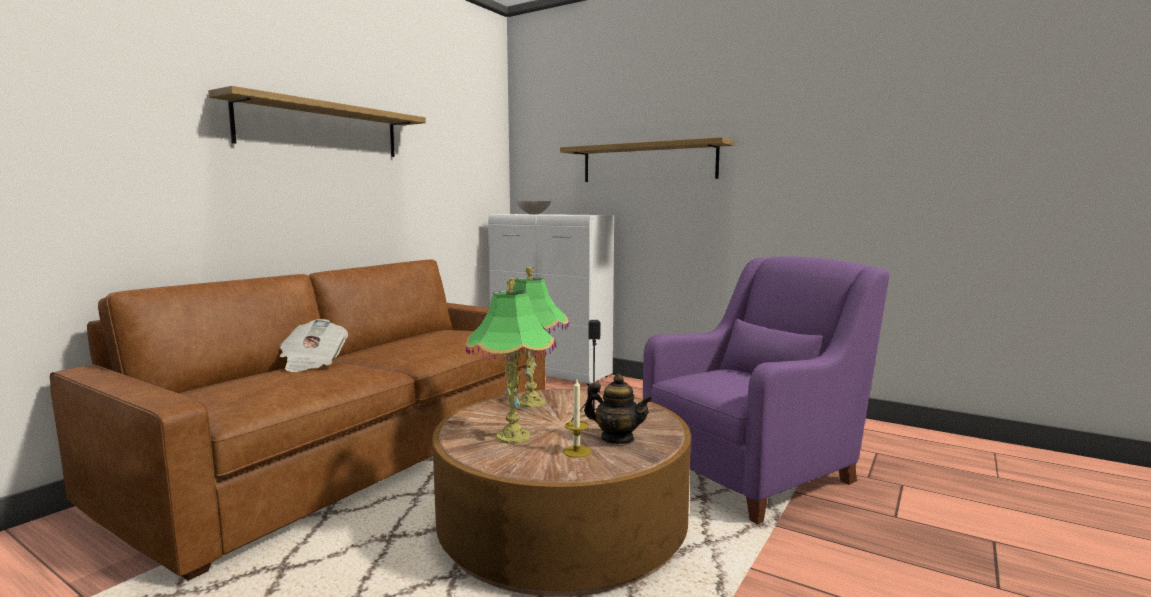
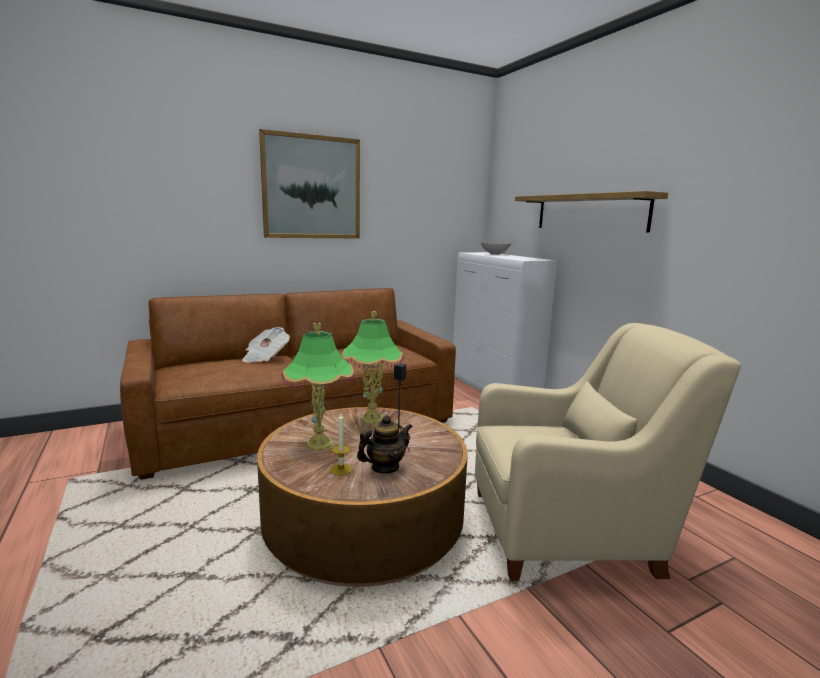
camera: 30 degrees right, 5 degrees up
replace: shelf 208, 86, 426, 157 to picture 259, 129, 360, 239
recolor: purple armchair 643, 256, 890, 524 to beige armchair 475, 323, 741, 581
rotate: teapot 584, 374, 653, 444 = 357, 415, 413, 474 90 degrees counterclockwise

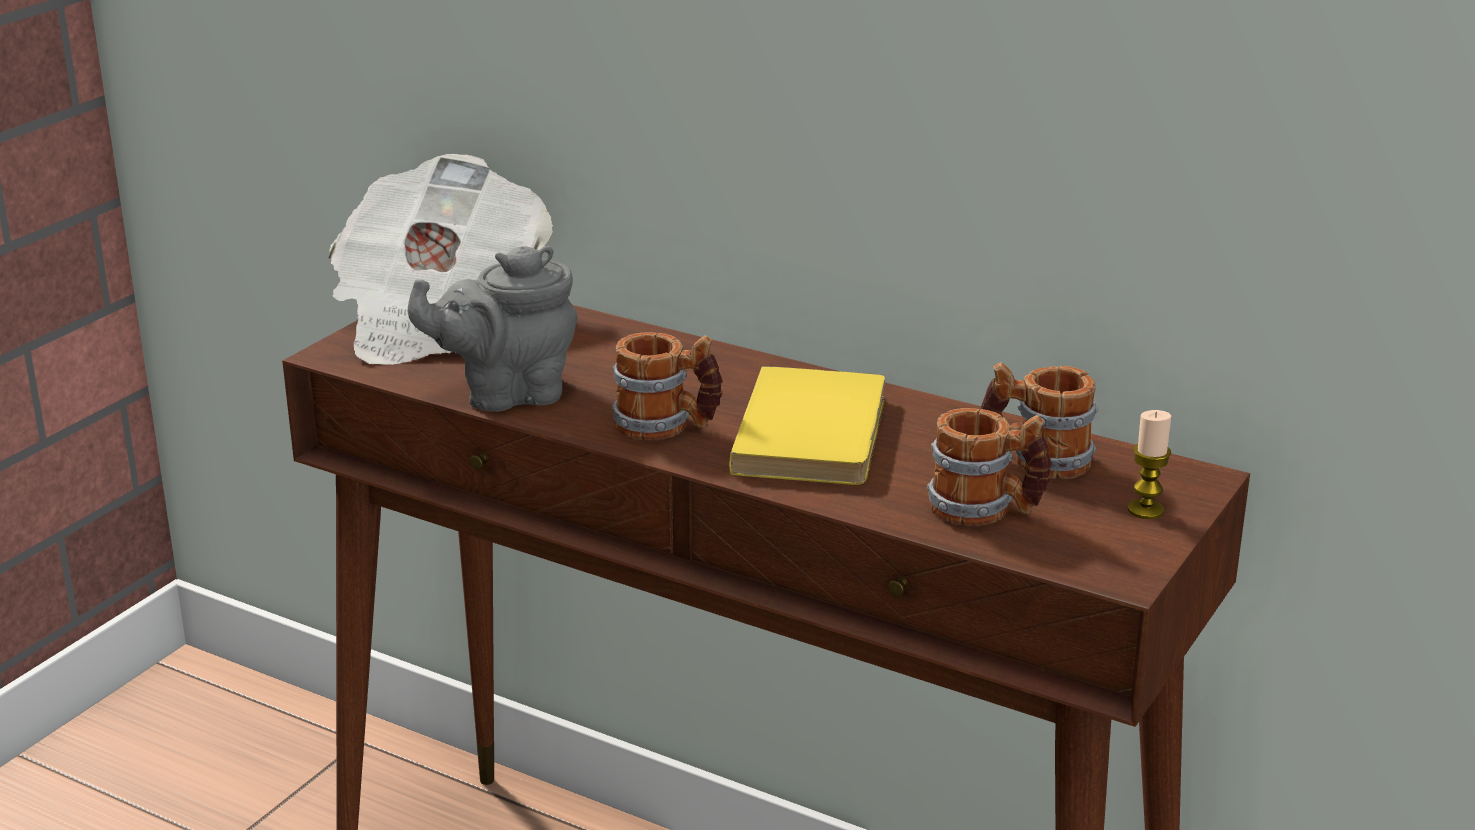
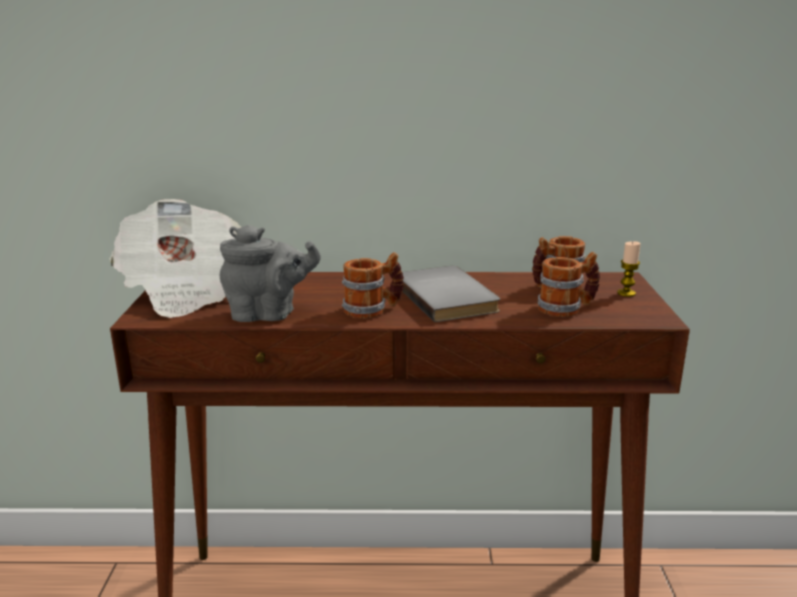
camera: 30 degrees left, 5 degrees down
recolor: yellow book 729, 366, 885, 485 to grey book 402, 266, 500, 322
rotate: grey teapot 408, 246, 578, 412 = 220, 225, 321, 322 135 degrees counterclockwise

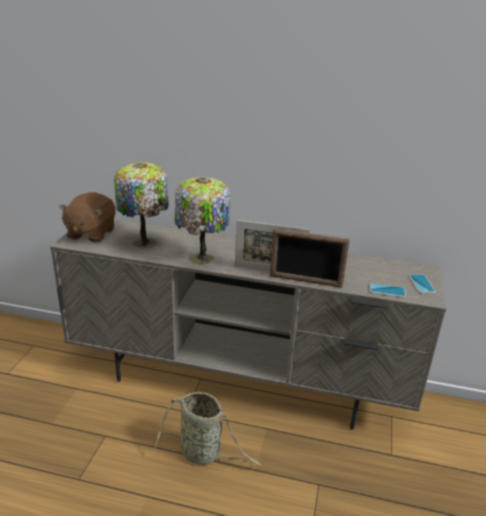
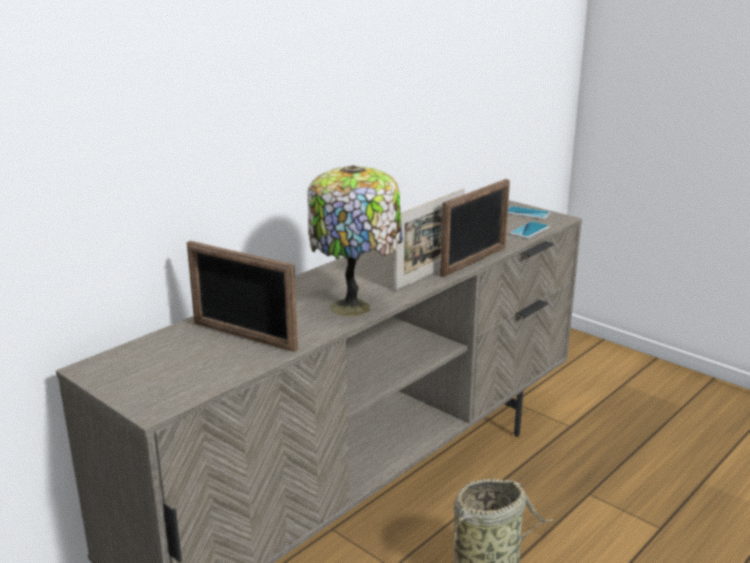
camera: 60 degrees left, 5 degrees down
delete: brown plush toy 59, 192, 116, 243
replace: table lamp 114, 162, 169, 249 to picture frame 187, 241, 298, 352

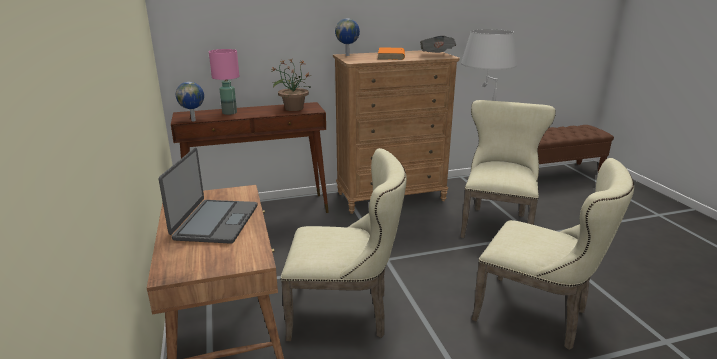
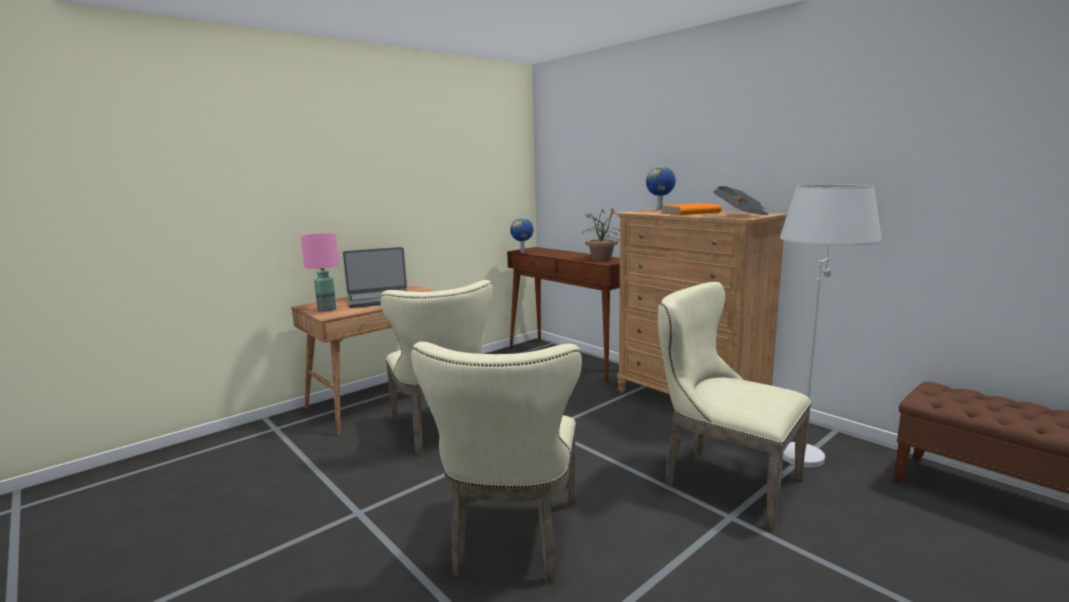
camera: 65 degrees right, 10 degrees down
move: pink table lamp 209, 49, 239, 115 to 301, 233, 339, 311
rotate: beige chair 460, 100, 556, 238 = 658, 282, 812, 530 135 degrees counterclockwise

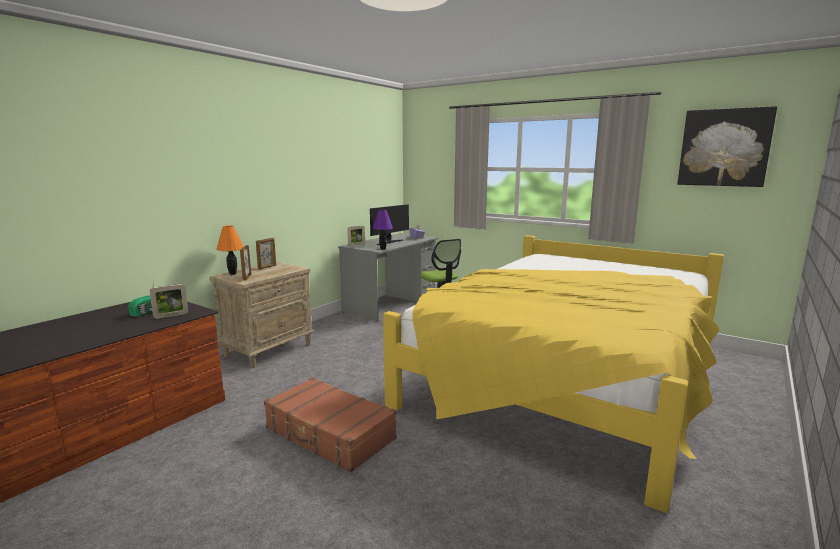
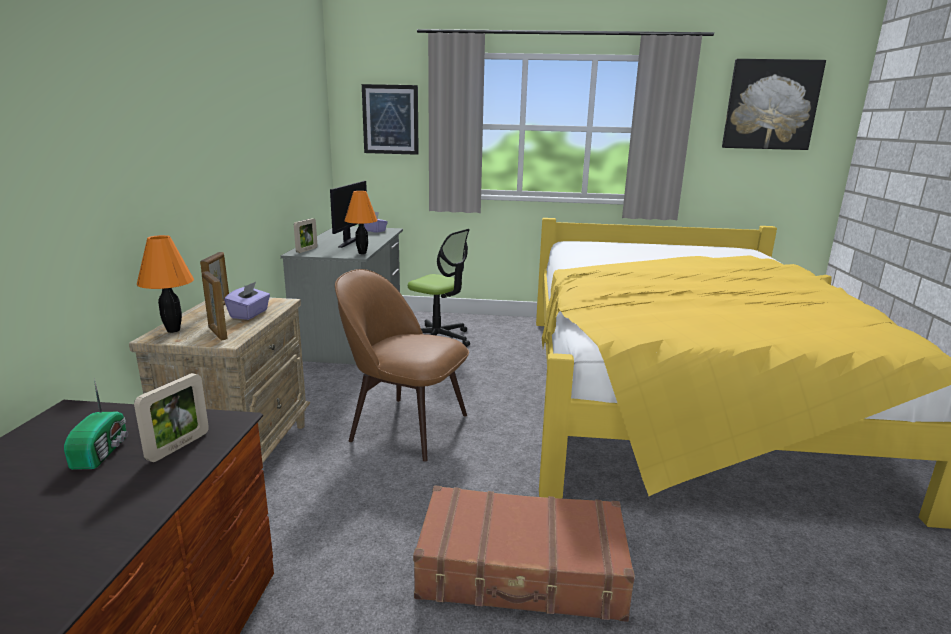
camera: 30 degrees left, 5 degrees up
insert: picture 362, 84, 419, 155; brown chair 335, 269, 469, 461; purple tissue box 224, 282, 270, 320
recolor: purple table lamp 373, 210, 393, 250 to orange table lamp 344, 191, 378, 254

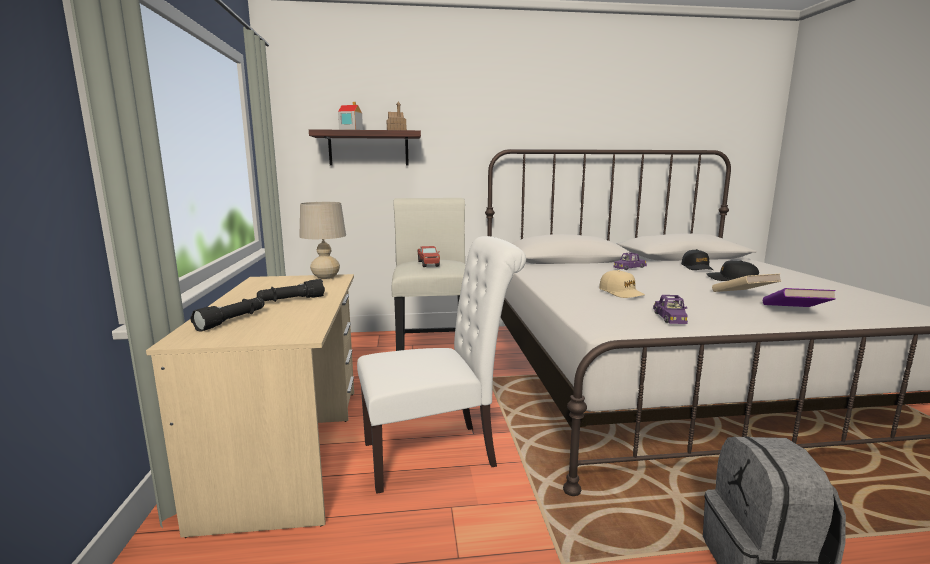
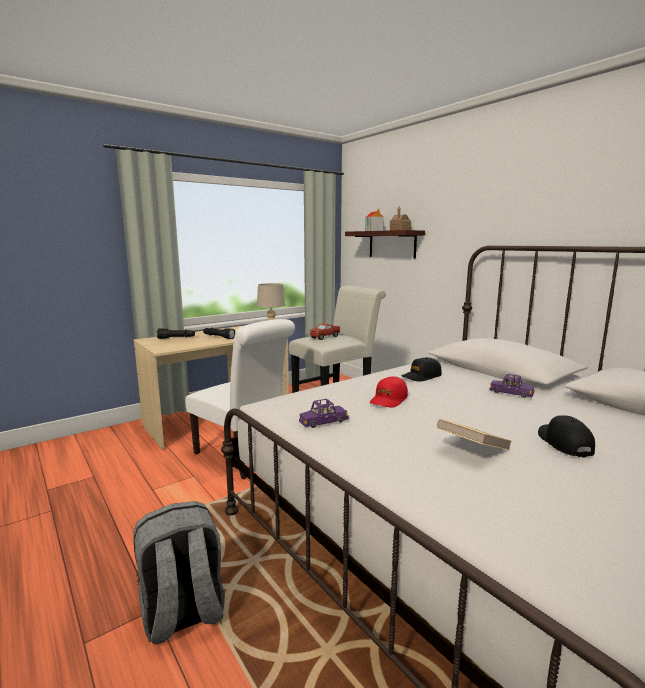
camera: 60 degrees right, 0 degrees up
delete: purple book 763, 288, 836, 307
move: black cap 681, 249, 713, 270 to 402, 357, 442, 382
recolor: beige cap 599, 270, 645, 298 to red cap 370, 376, 408, 407

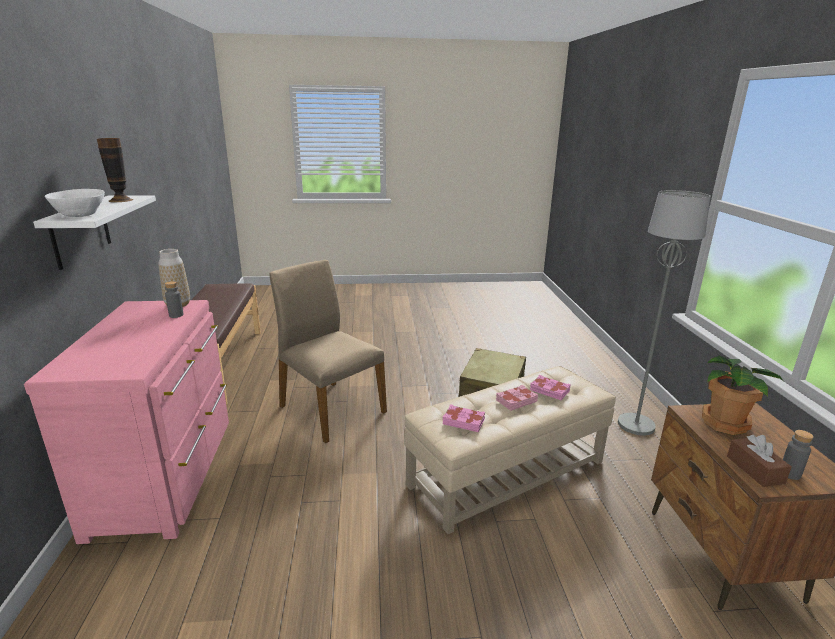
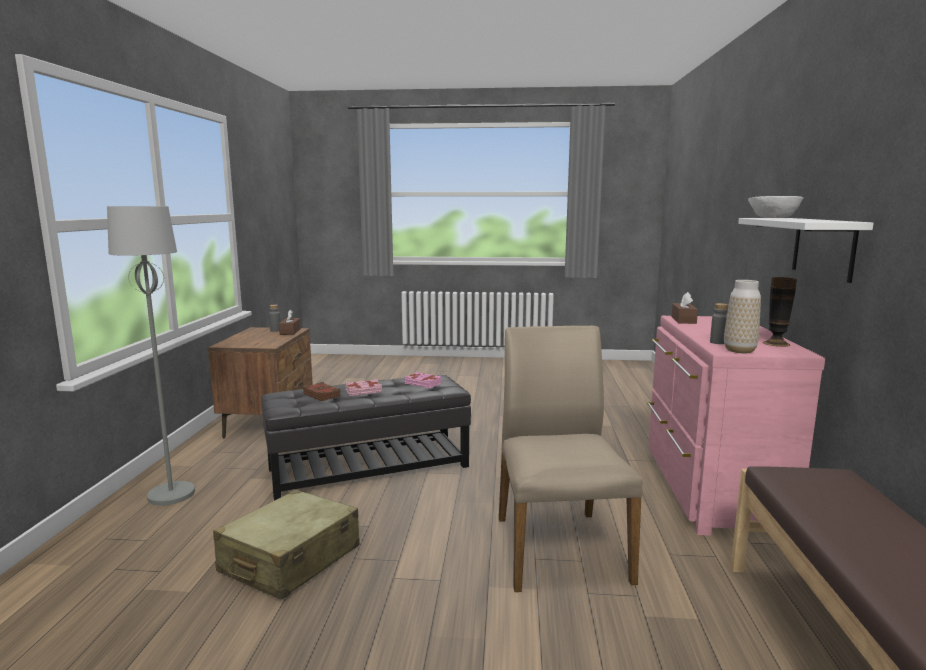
camera: 170 degrees left, 10 degrees down
delete: potted plant 702, 355, 783, 435
insert: brown tissue box 672, 292, 698, 324
move: vase 97, 138, 133, 202 to 763, 277, 797, 347
recolor: beige ottoman 404, 366, 616, 534 to black ottoman 261, 375, 471, 500; pink book 530, 375, 571, 400 to brown book 303, 382, 341, 401
rotate: beige chair 269, 260, 387, 443 = 499, 326, 642, 592 150 degrees counterclockwise

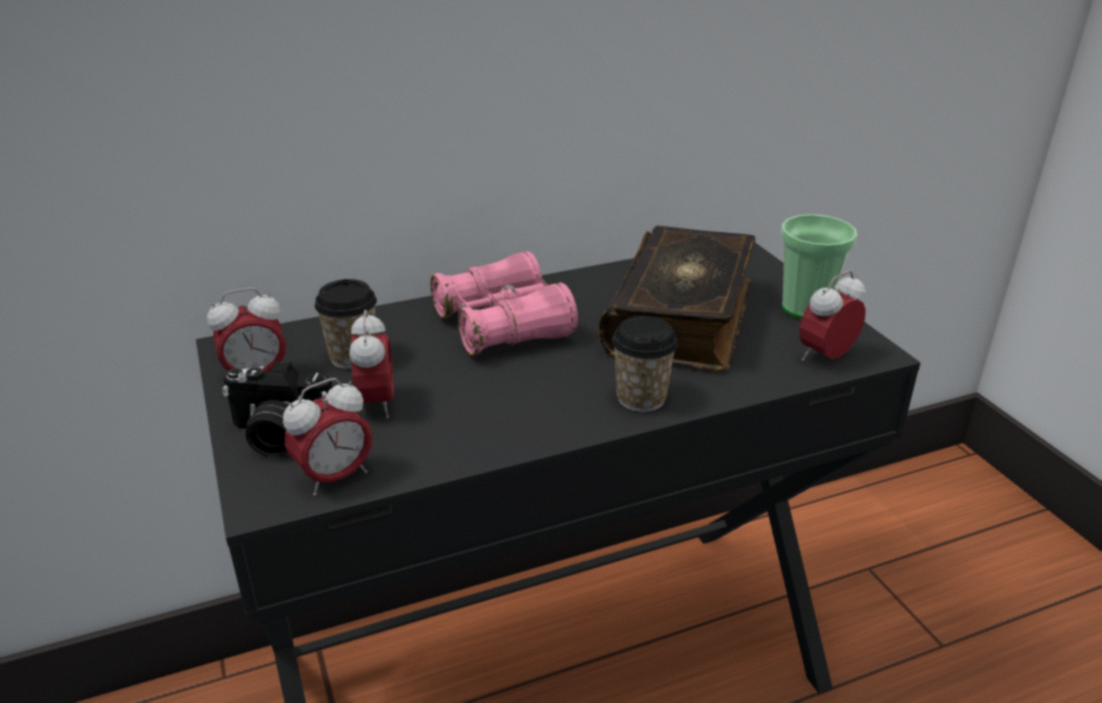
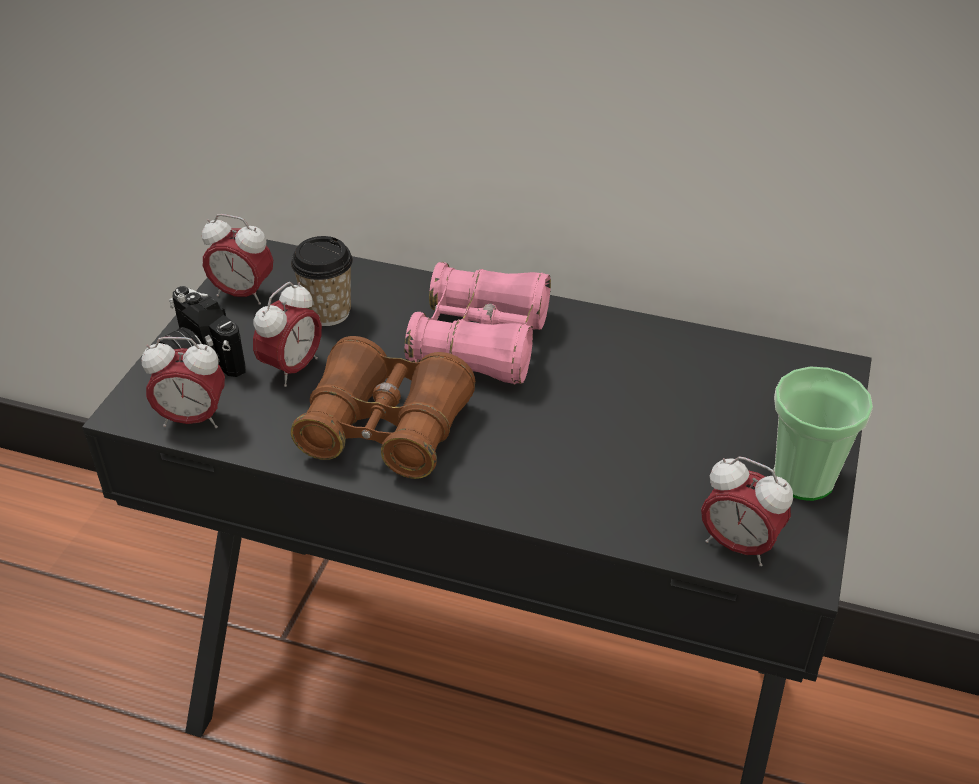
camera: 40 degrees right, 10 degrees up
delete: book 599, 226, 756, 371; cup 612, 316, 678, 412
insert: brown binoculars 291, 336, 475, 479
rotate: alarm clock 799, 271, 866, 361 = 701, 456, 793, 566 150 degrees counterclockwise

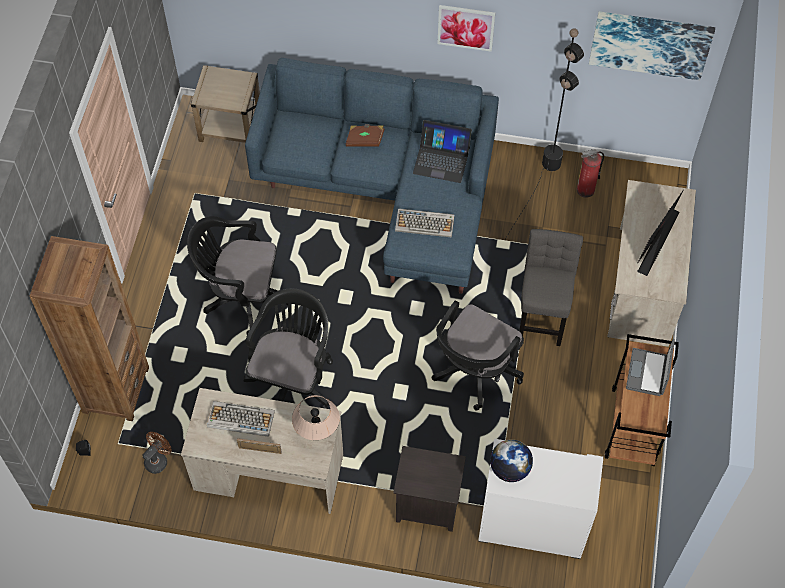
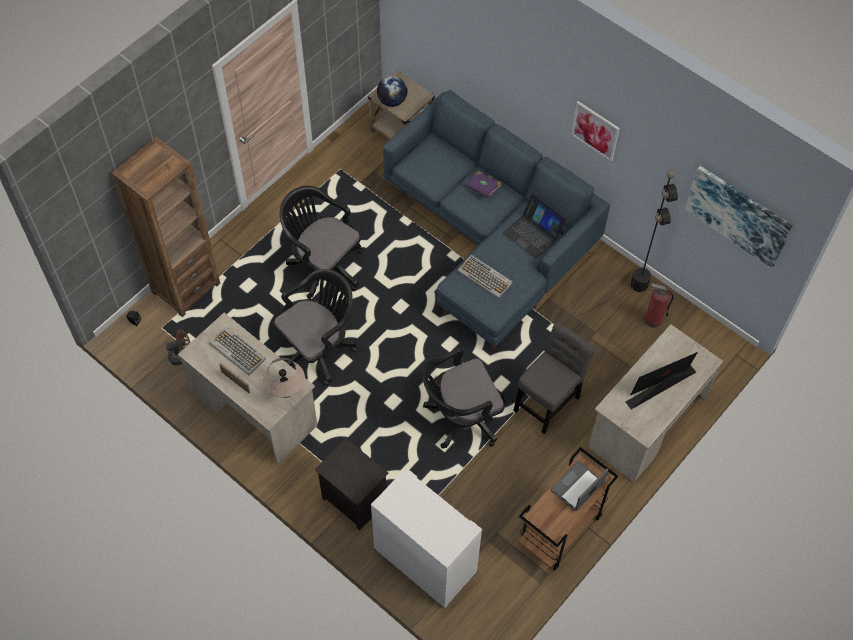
camera: 30 degrees right, 0 degrees up
move: globe 490, 439, 533, 482 to 377, 76, 408, 107
recolor: brown book 346, 124, 385, 147 to purple book 465, 171, 502, 198

